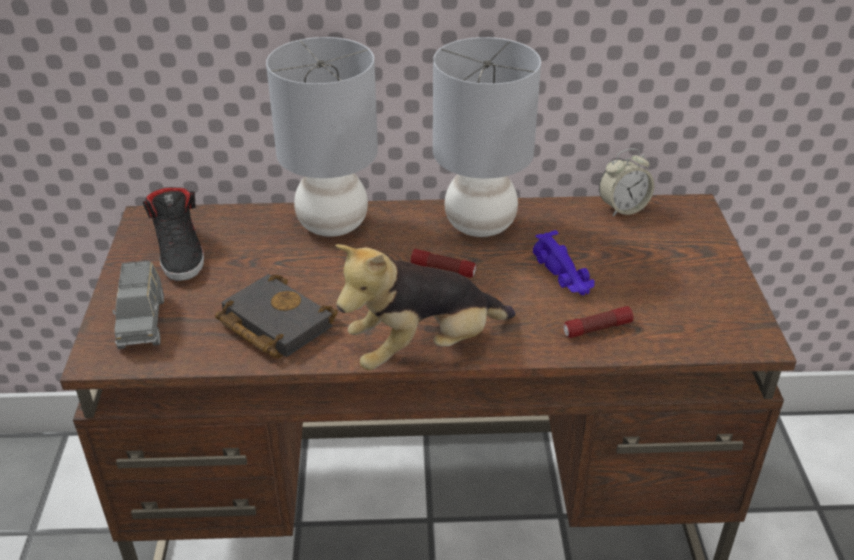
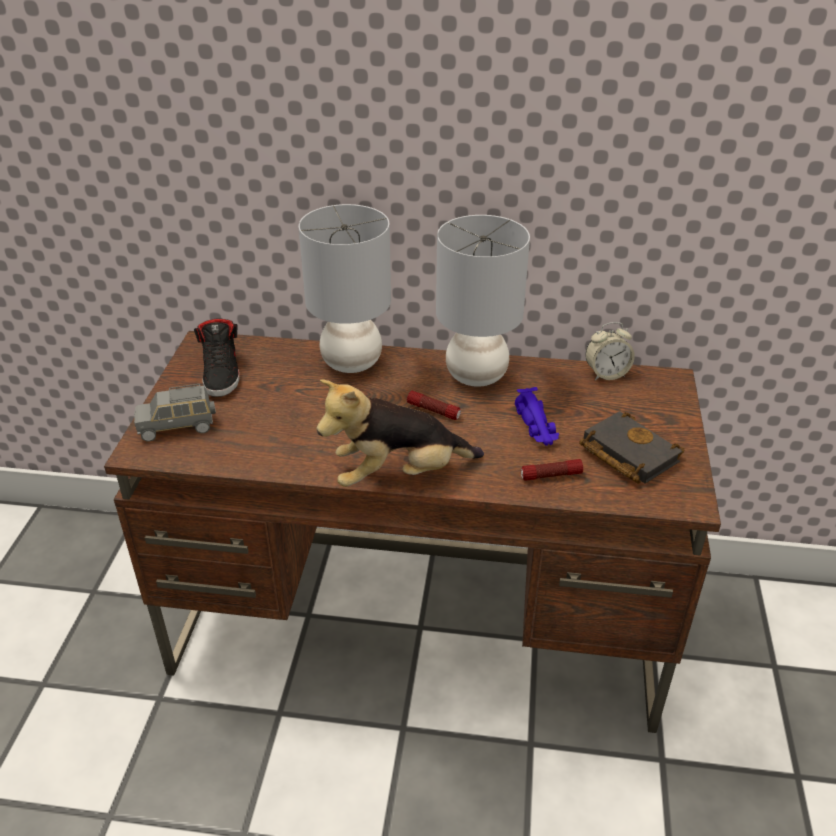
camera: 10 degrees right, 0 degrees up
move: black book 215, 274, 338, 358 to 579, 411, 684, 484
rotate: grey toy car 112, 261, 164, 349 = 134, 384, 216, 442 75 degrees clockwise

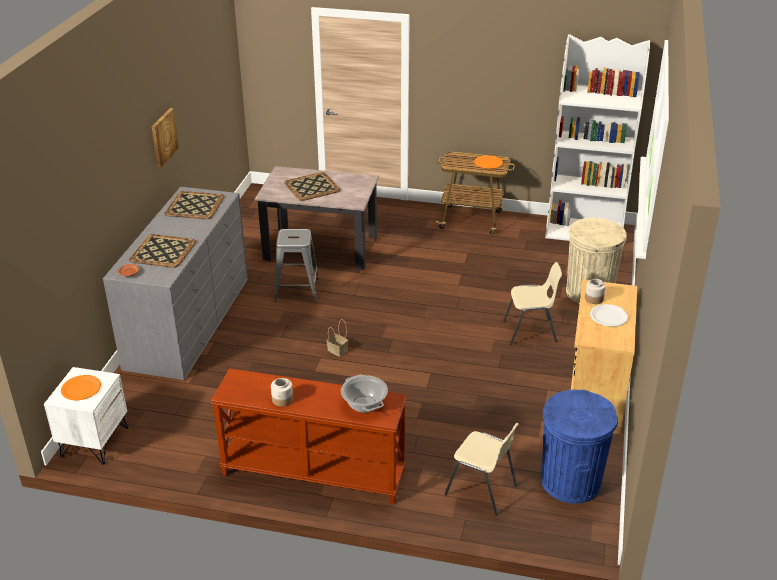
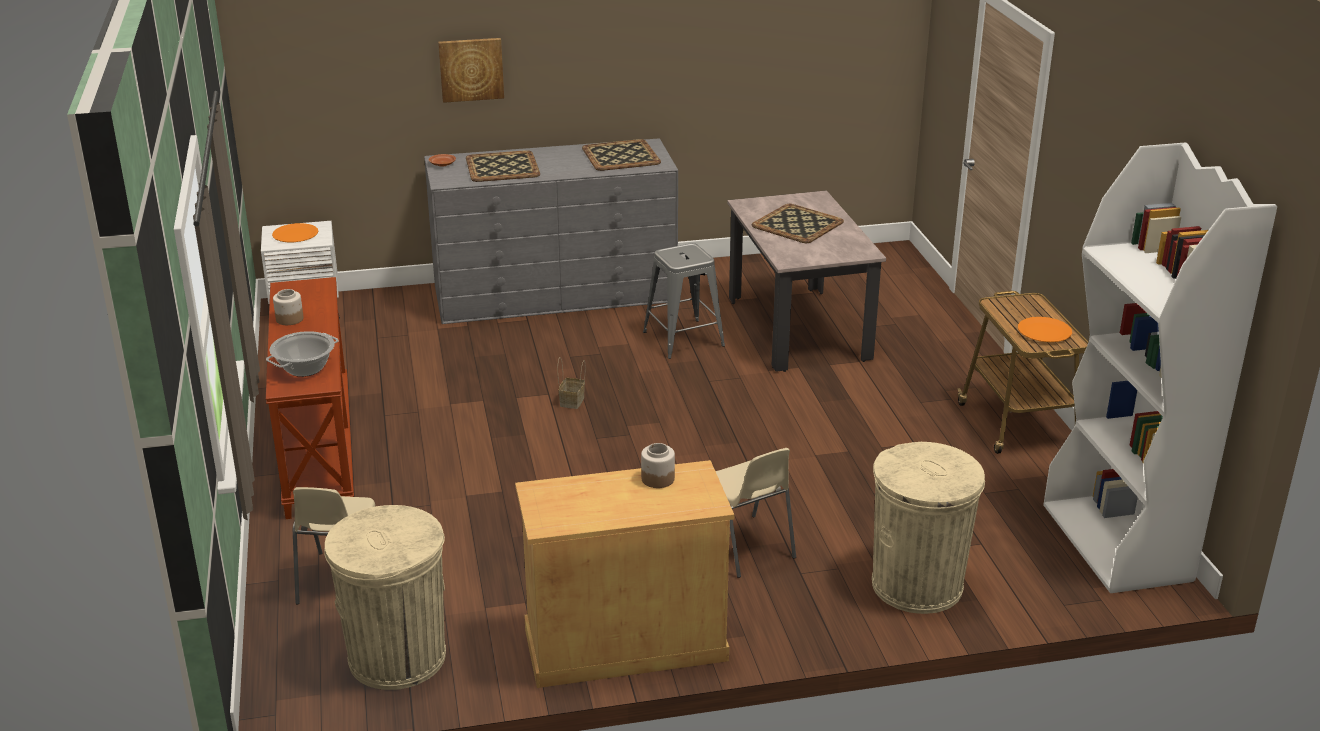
camera: 65 degrees right, 5 degrees down
delete: white plate 590, 304, 628, 327
move: picture 152, 108, 179, 168 to 438, 38, 504, 103
recolor: blue trash can 541, 390, 618, 504 to beige trash can 324, 505, 446, 690

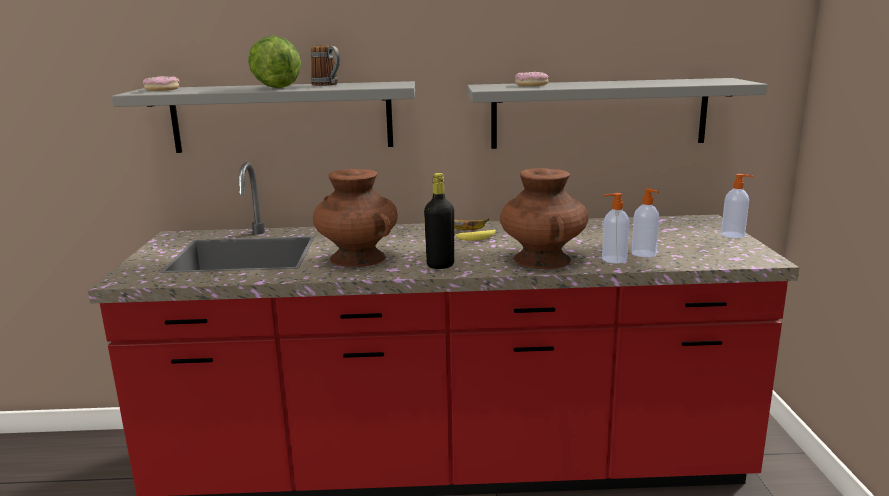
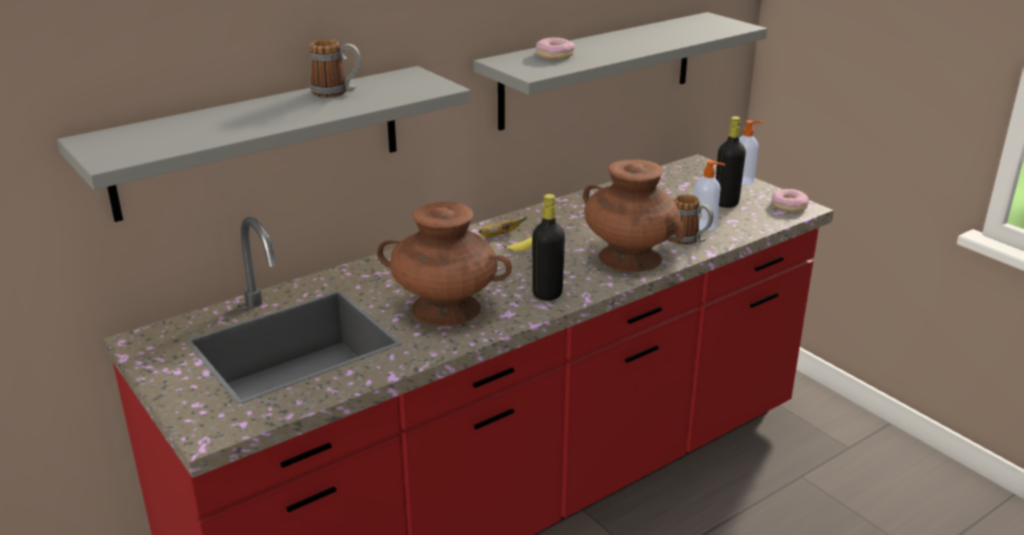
camera: 35 degrees left, 10 degrees up
delete: lettuce 248, 36, 301, 88
insert: black bottle 716, 116, 746, 208
move: donut 143, 76, 179, 91 to 772, 189, 809, 212
replace: soap dispenser 602, 193, 630, 263 to mug 672, 194, 713, 245

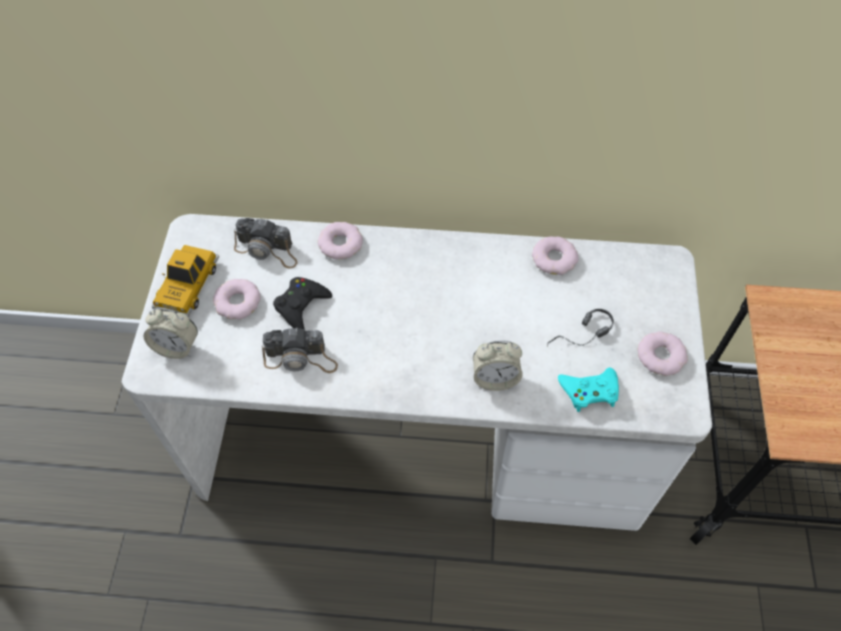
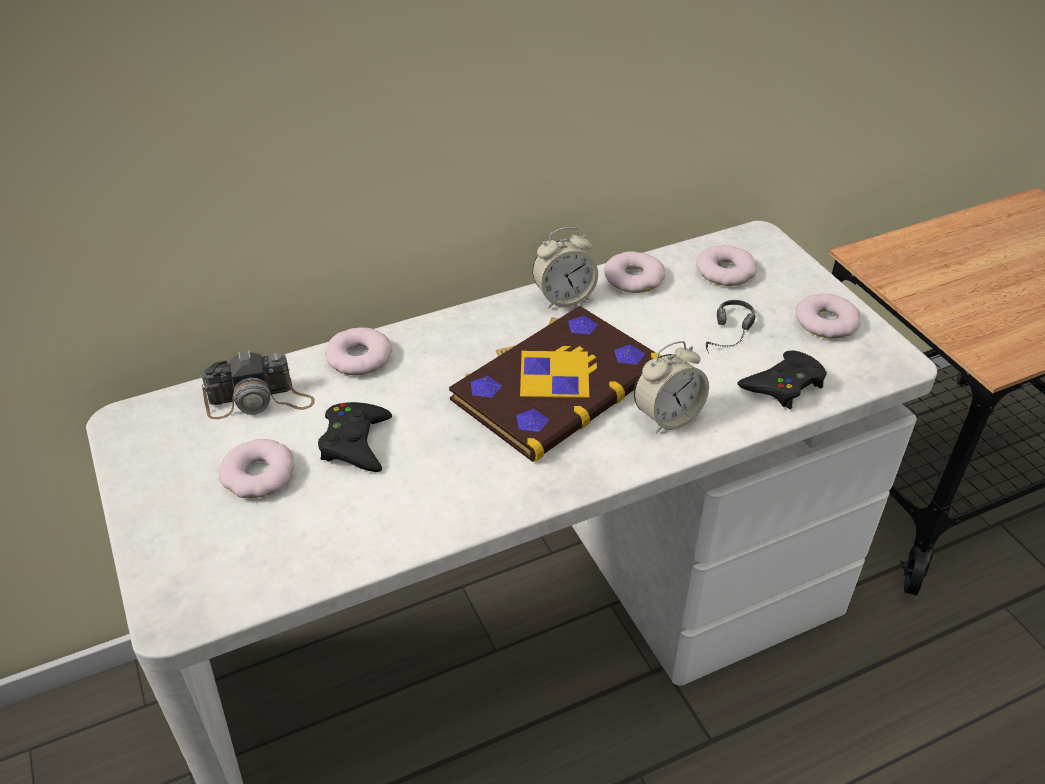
camera: 30 degrees left, 15 degrees down
delete: toy car 152, 245, 219, 317; photo camera 262, 327, 338, 373
insert: donut 696, 245, 757, 286; book 449, 306, 662, 462
move: alarm clock 143, 308, 198, 359 to 532, 227, 598, 309
recolor: turquoise game controller 558, 367, 619, 412 to black game controller 738, 350, 827, 409

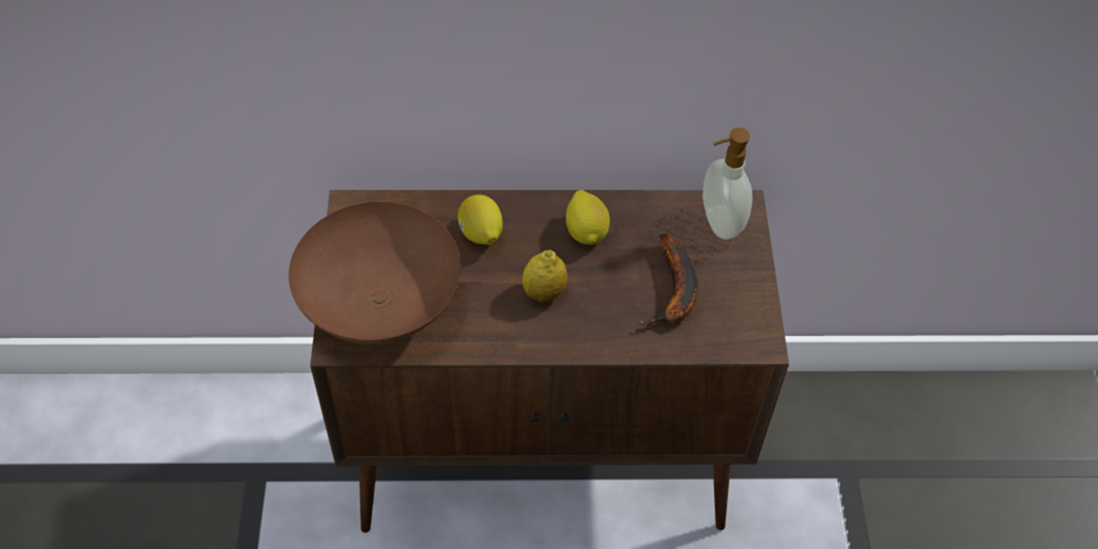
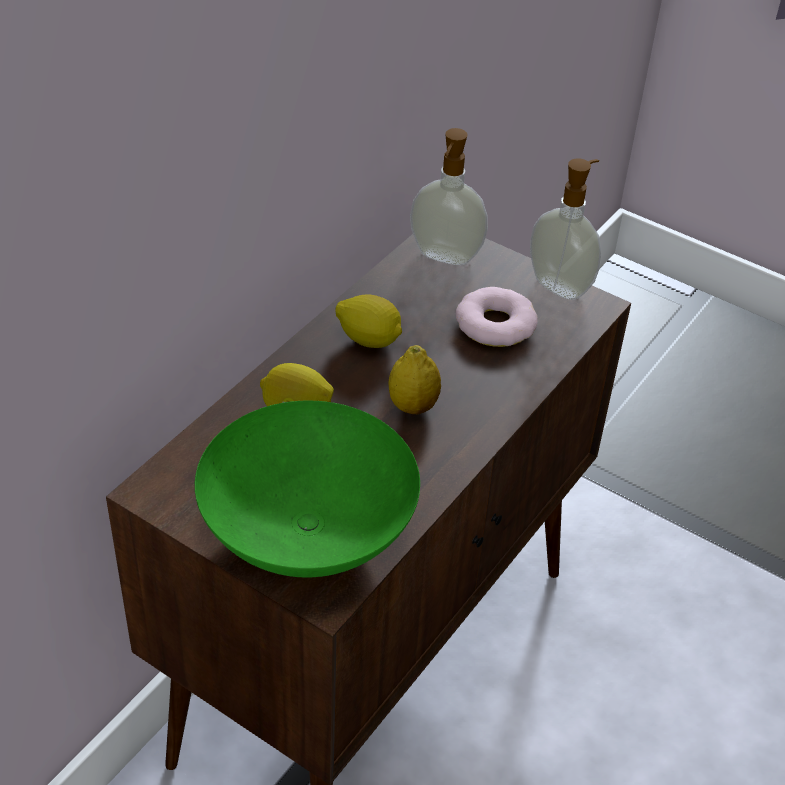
camera: 55 degrees left, 10 degrees down
insert: soap dispenser 530, 158, 601, 300
replace: banana 638, 234, 698, 327 to donut 455, 287, 538, 347
recolor: brown bowl 289, 201, 461, 344 to green bowl 195, 401, 420, 577

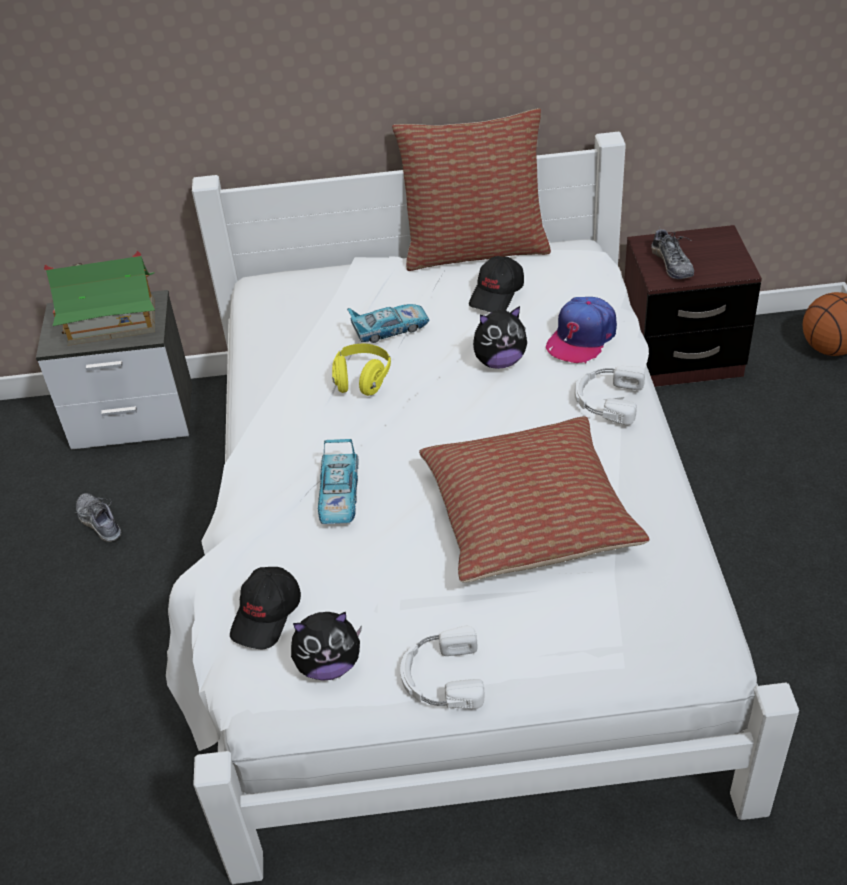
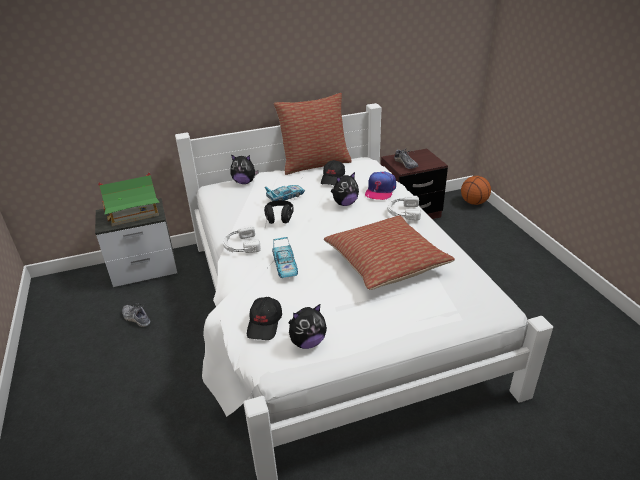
camera: 15 degrees left, 10 degrees down
insert: plush toy 231, 155, 259, 184
move: white headphones 400, 626, 485, 709 to 223, 225, 261, 253
recolor: yellow headphones 332, 344, 391, 396 to black headphones 264, 200, 294, 224

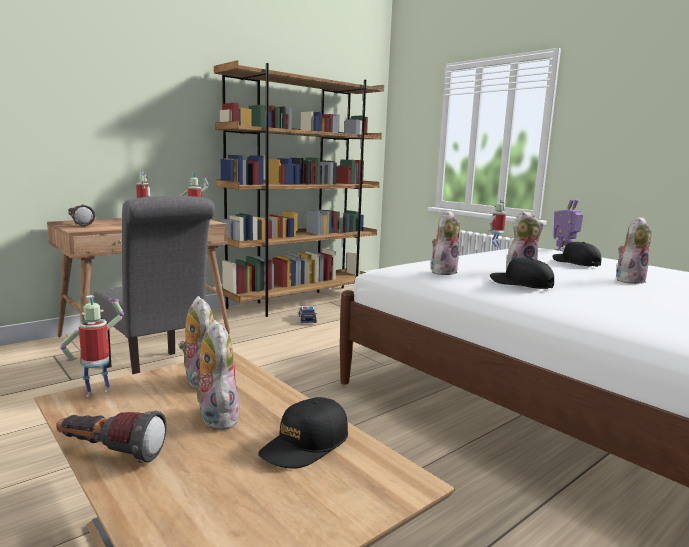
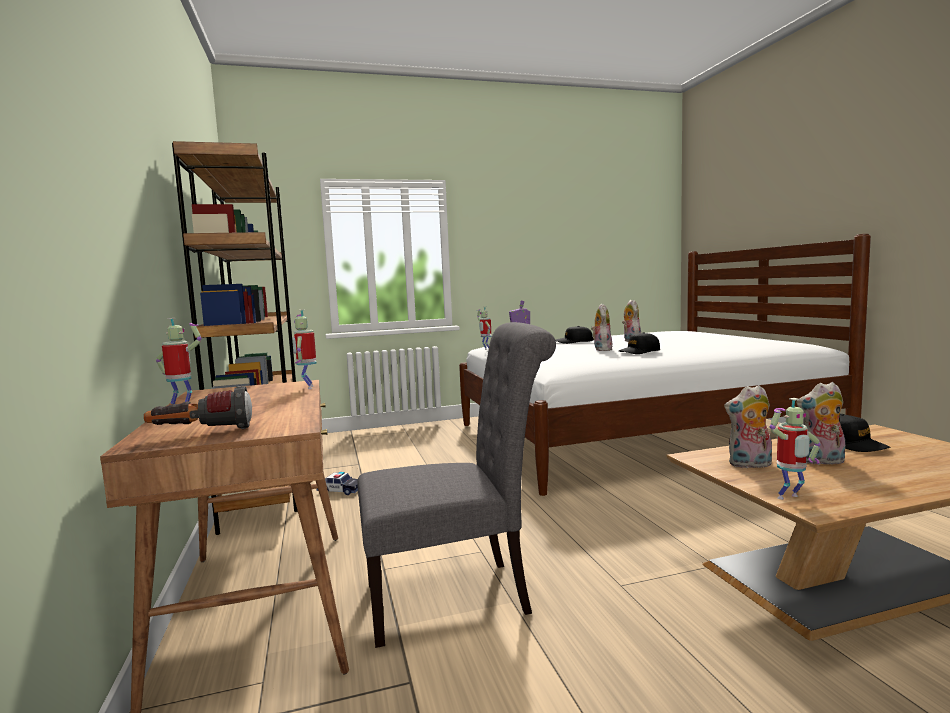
camera: 65 degrees left, 5 degrees down
delete: plush toy 431, 210, 460, 276; flashlight 56, 411, 167, 463
rotate: toy robot 60, 295, 124, 397 = 770, 398, 820, 500 90 degrees counterclockwise

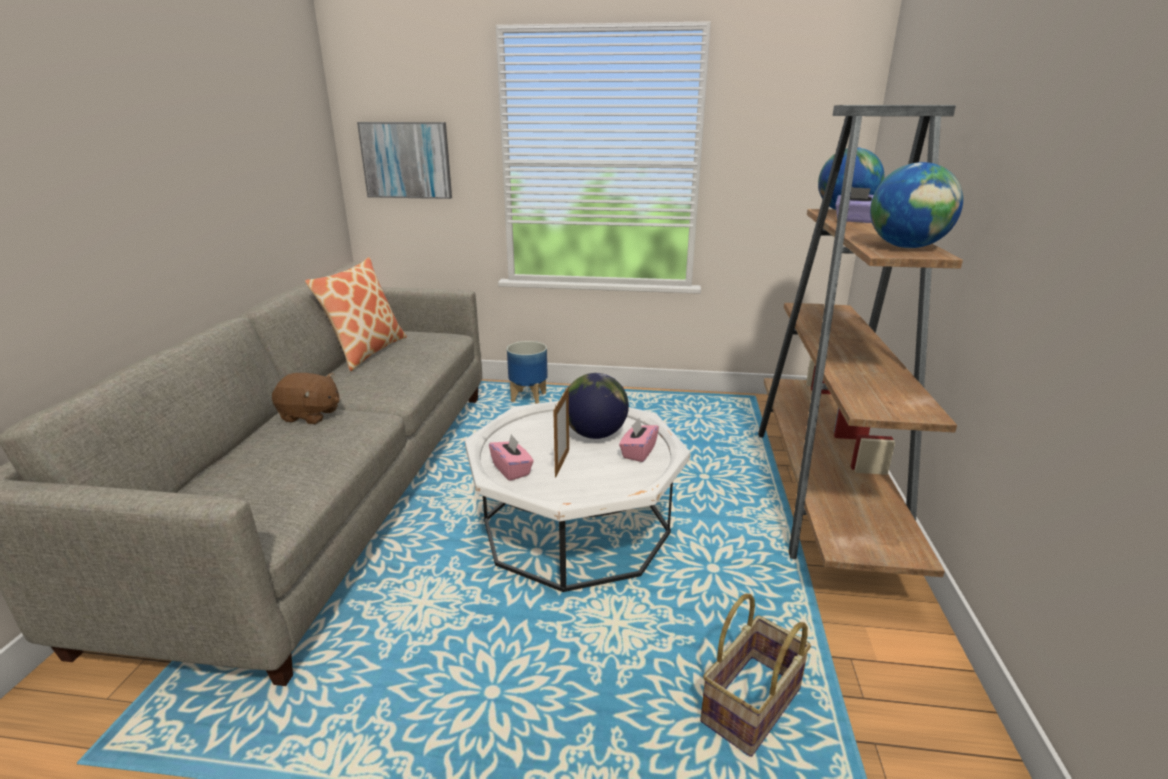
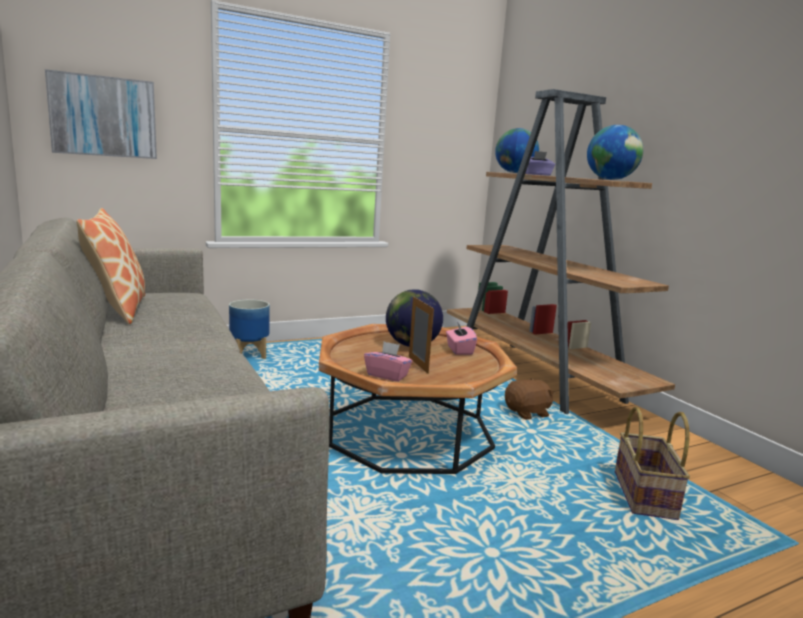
camera: 35 degrees left, 10 degrees down
move: brown plush toy 272, 373, 339, 424 to 505, 378, 554, 420
recolor: white coffee table 465, 401, 690, 592 to brown coffee table 319, 324, 517, 474

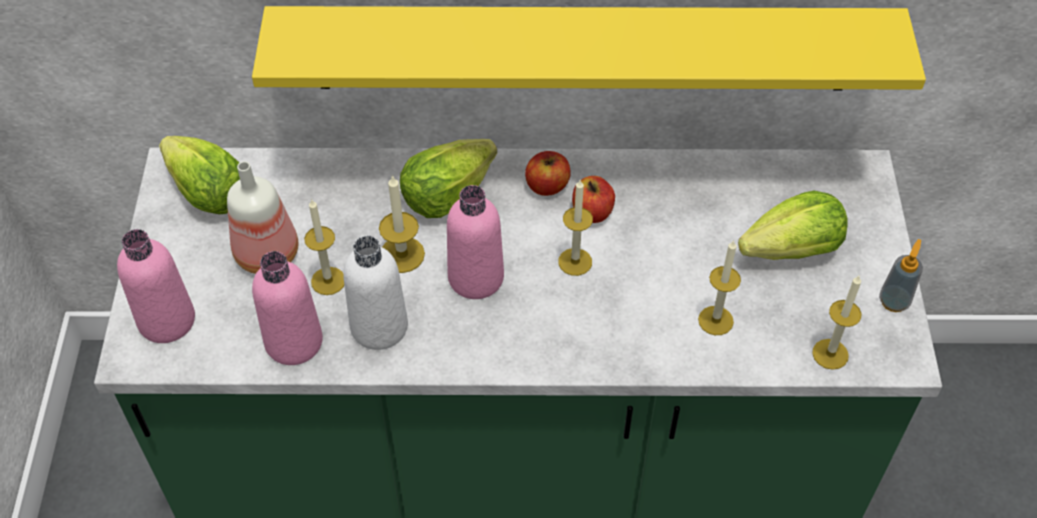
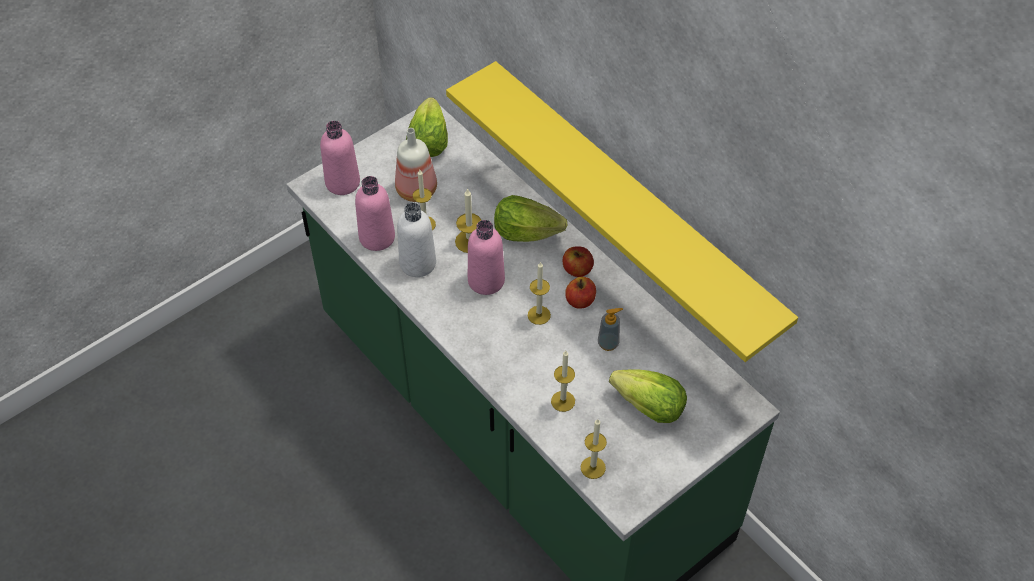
camera: 50 degrees right, 0 degrees up
move: soap dispenser 879, 239, 923, 312 to 598, 308, 623, 351

